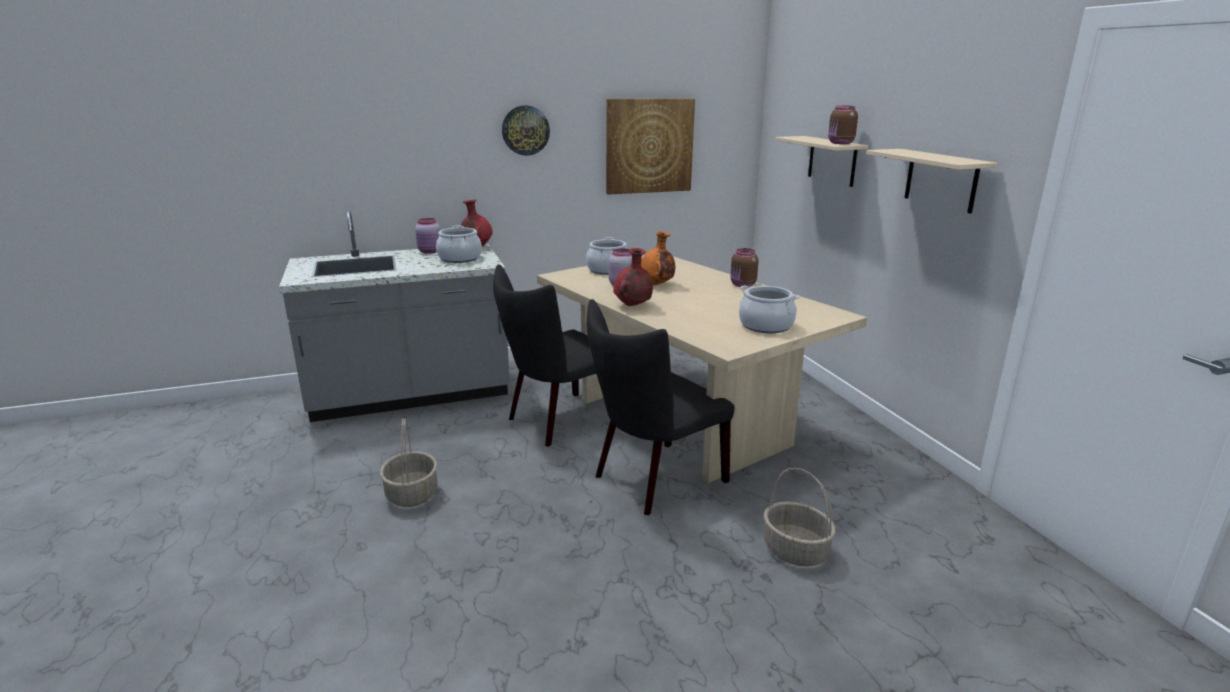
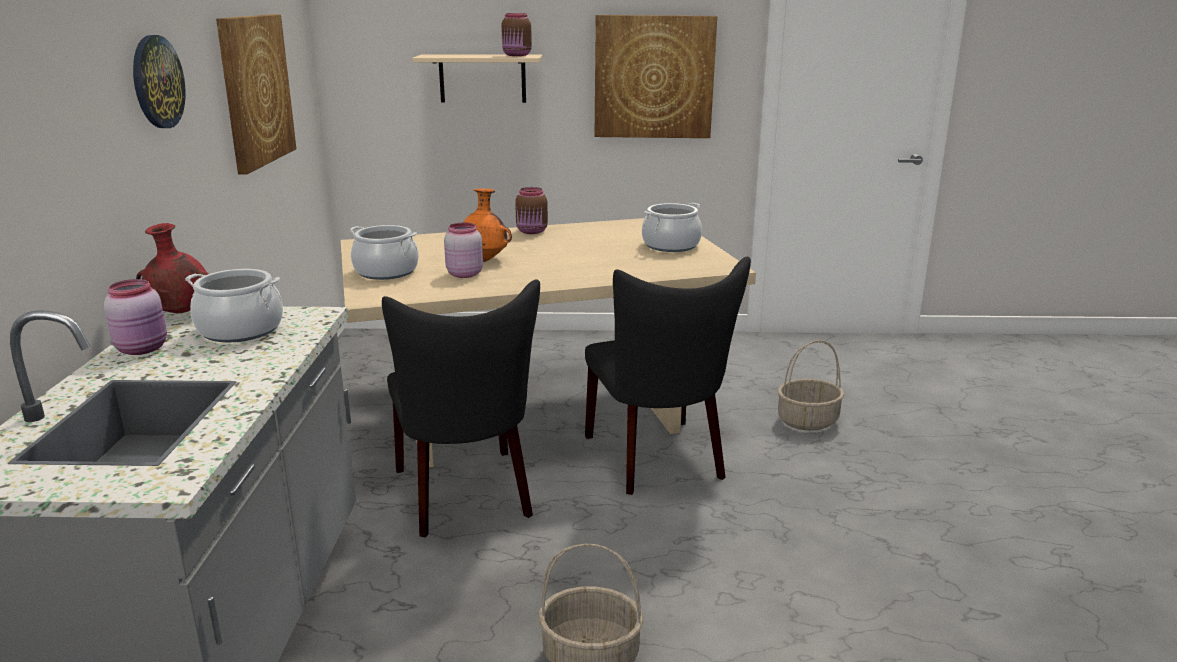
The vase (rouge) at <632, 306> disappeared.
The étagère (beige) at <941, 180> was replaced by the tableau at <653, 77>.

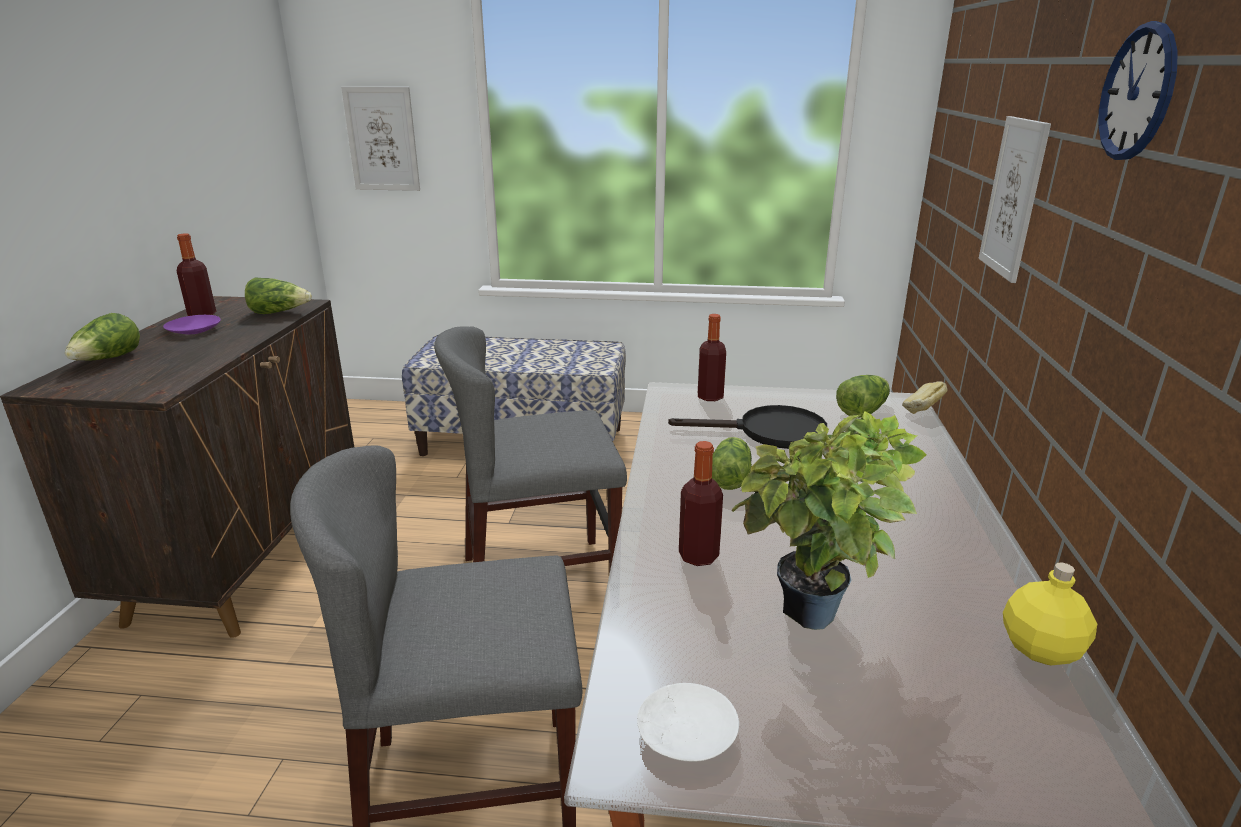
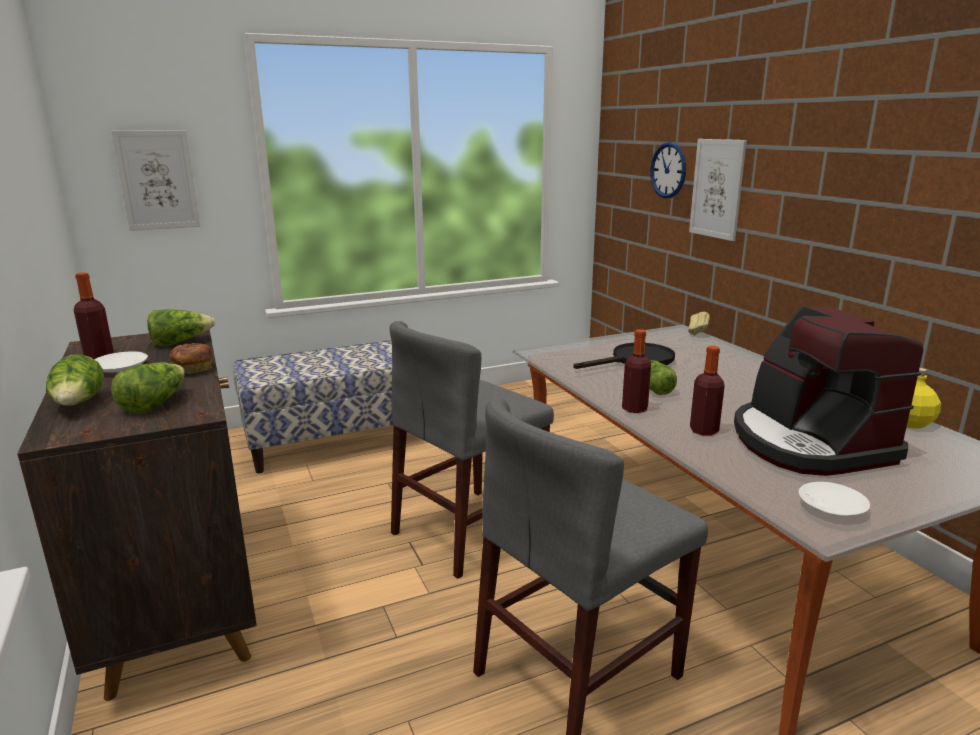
The pain at <192, 369> appeared.
The bouteille moved from <710, 397> to <634, 409>.
The laitue moved from <862, 410> to <154, 404>.
The horloge murale moved from <1137, 93> to <668, 170>.
The plante en pot at <814, 624> was replaced by the machine à café at <808, 443>.
The assiette (violet) at <194, 330> became the assiette (blanc) at <120, 368>.

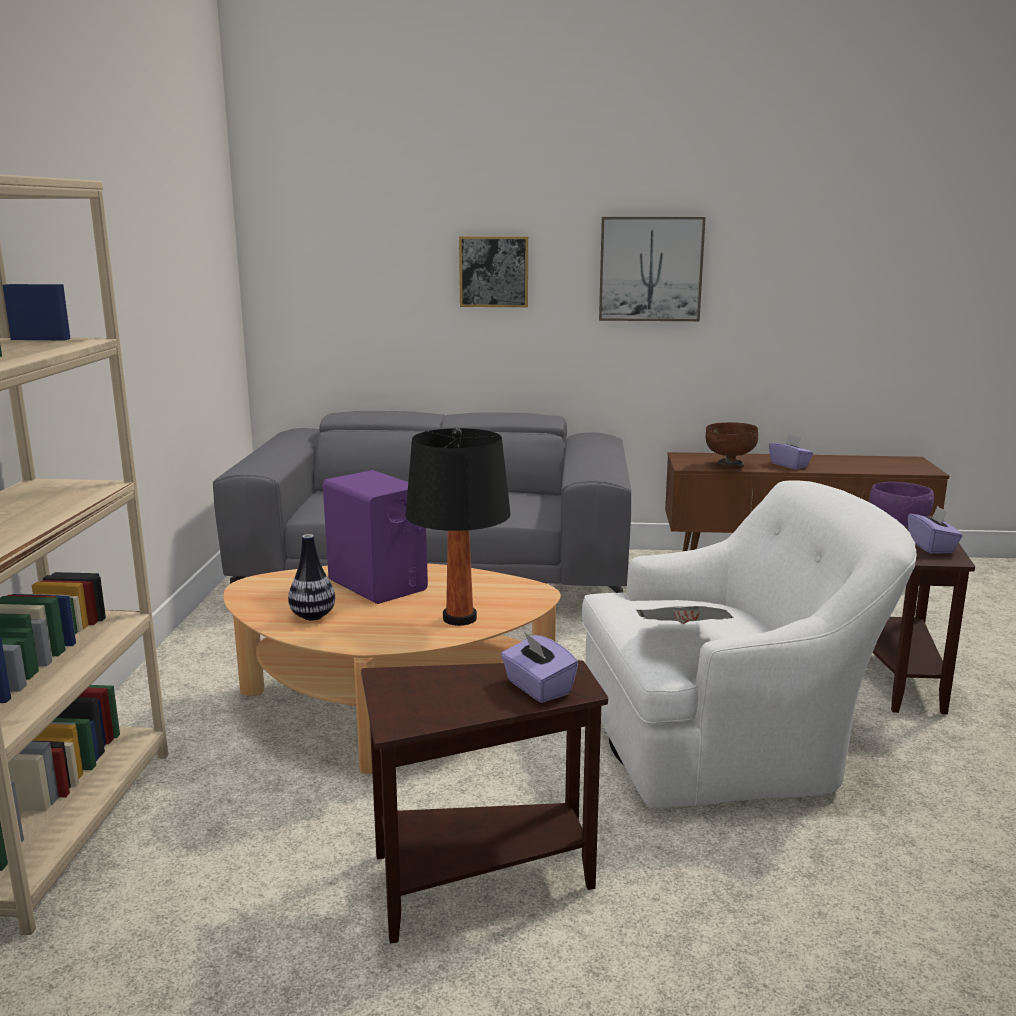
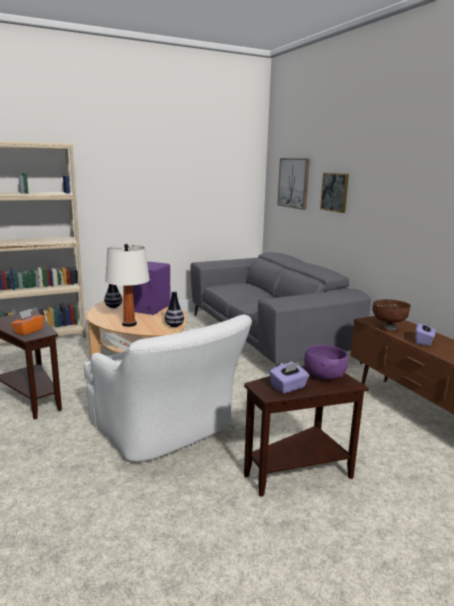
The vase at <174, 325> appeared.
The tableau moved from <650, 269> to <294, 183>.
The lampe de table (noir) at <459, 619> became the lampe de table (blanc) at <129, 324>.
The boîte à mouchoirs (violet) at <537, 688> became the boîte à mouchoirs (orange) at <28, 331>.

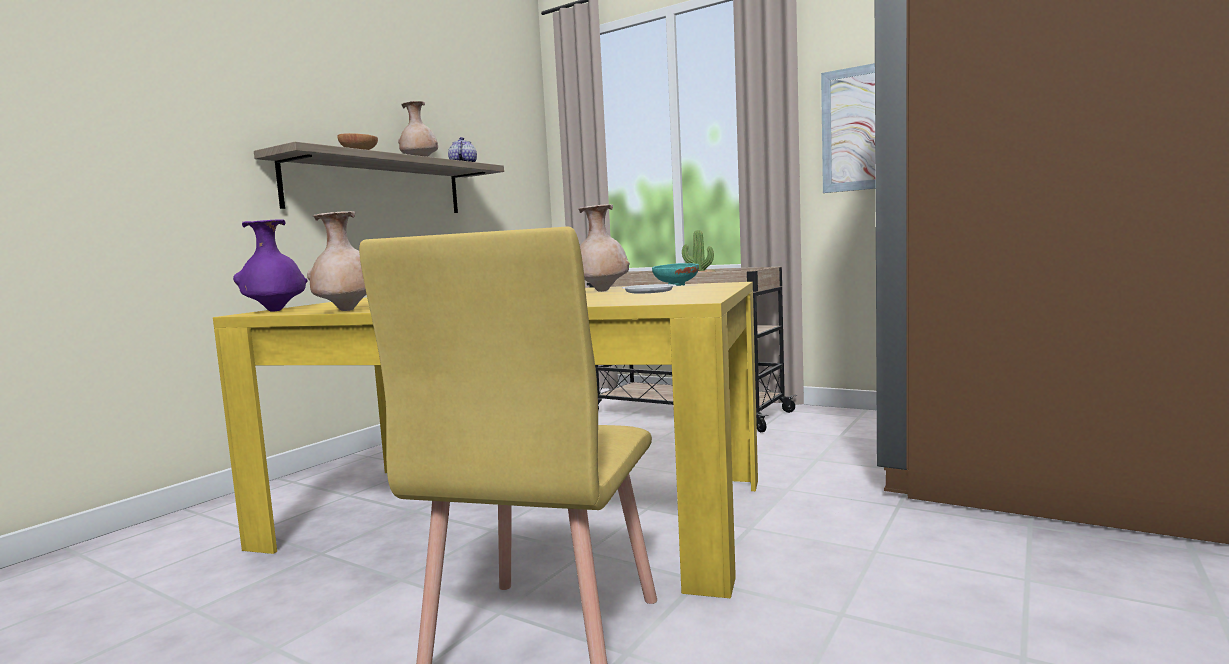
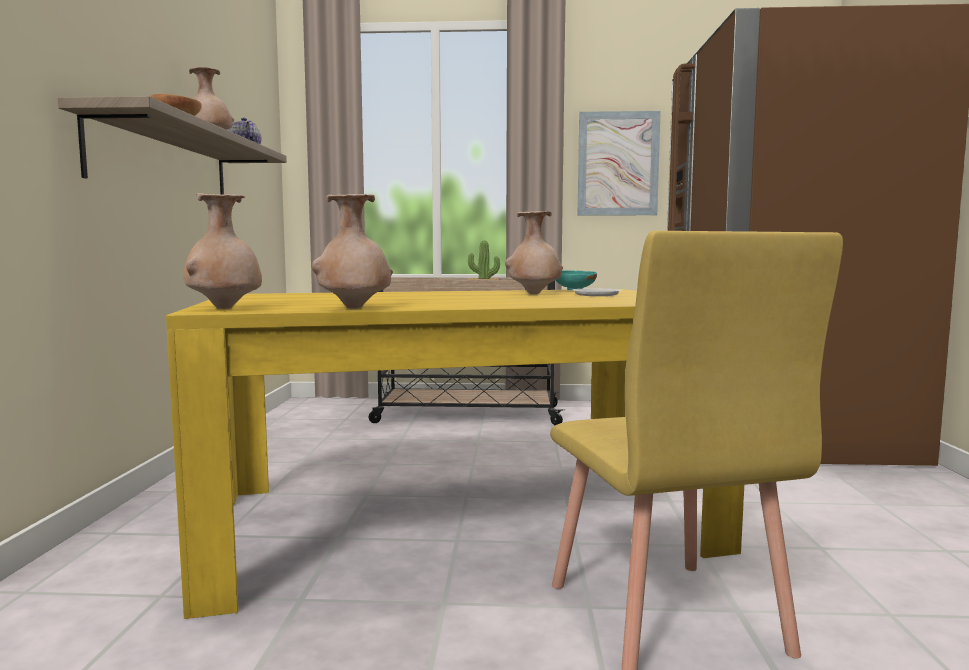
The vase (violet) at <275, 311> became the vase (beige) at <225, 308>.

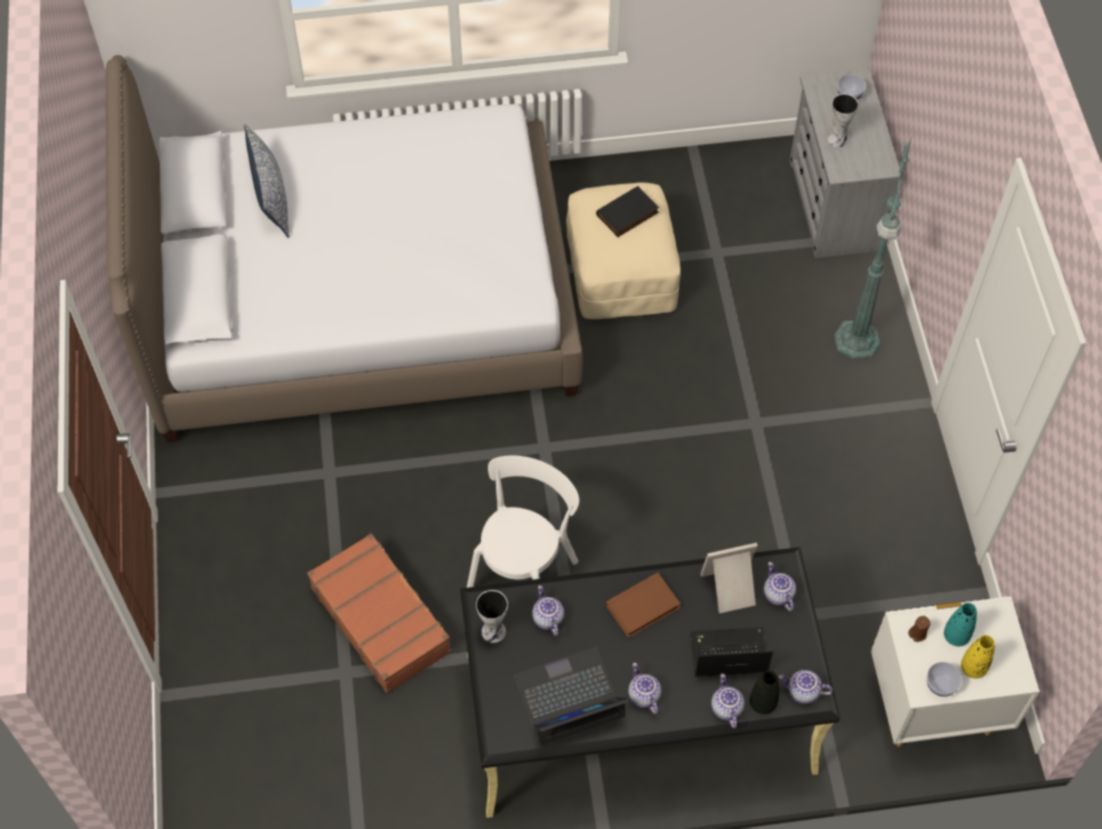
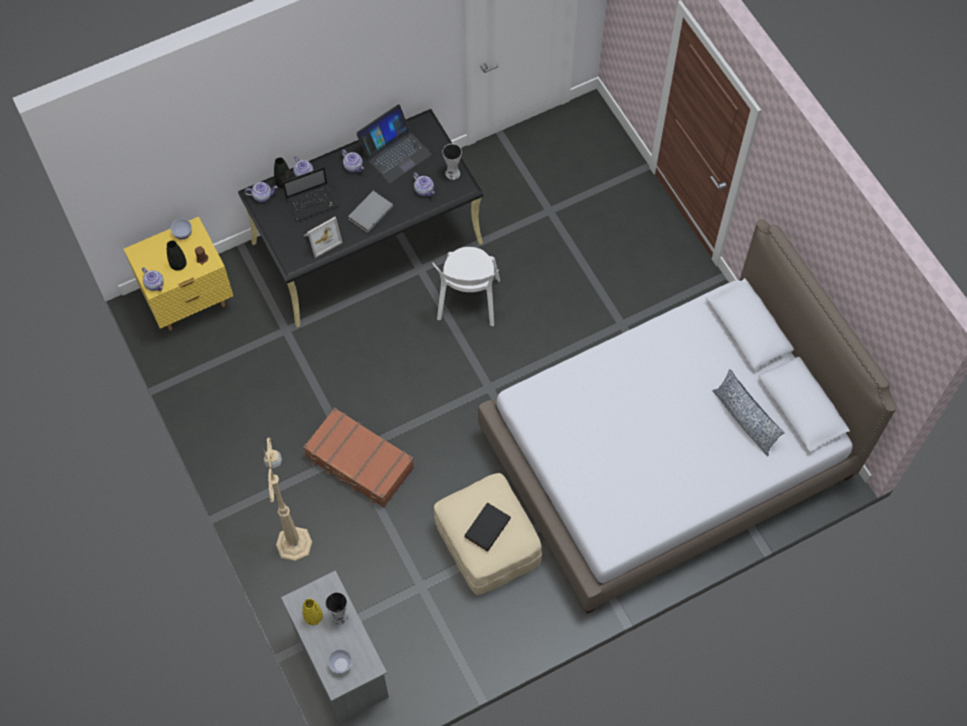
The valise (marron) moved from <381, 619> to <359, 463>.
The théière moved from <777, 594> to <155, 284>.
The vase (jaune) moved from <973, 668> to <313, 617>.
The livre (marron) at <643, 608> became the livre (gris) at <370, 212>.
The lampadaire (vert) at <856, 342> became the lampadaire (beige) at <294, 541>.
The table de chevet (blanc) at <934, 706> became the table de chevet (jaune) at <189, 301>.
The vase (turquoise) at <956, 636> became the vase (noir) at <178, 264>.

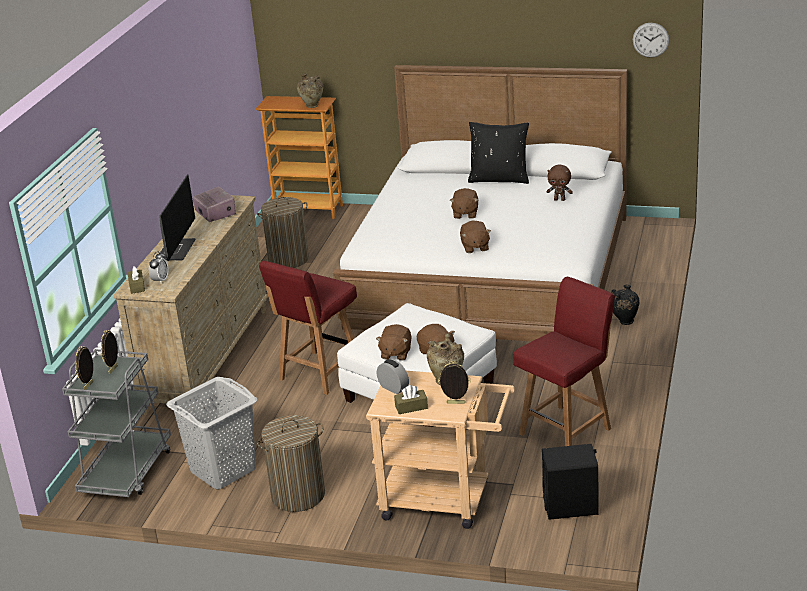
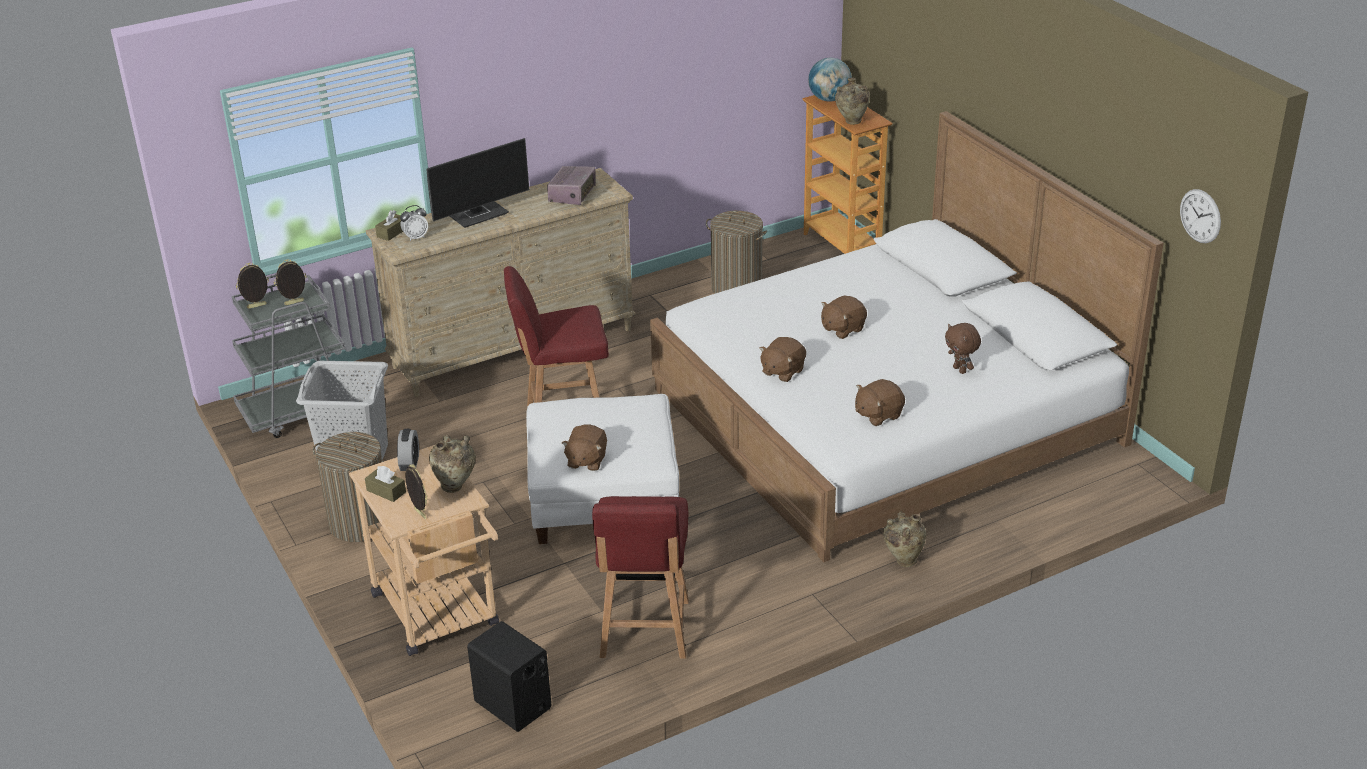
The coussin (noir) at <499, 179> disappeared.
The globe at <829, 99> appeared.
The peluche (marron) moved from <395, 353> to <878, 415>.
The vase (noir) at <624, 322> became the vase (beige) at <903, 560>.
The chaise (rouge) at <566, 430> turned 90 degrees clockwise.

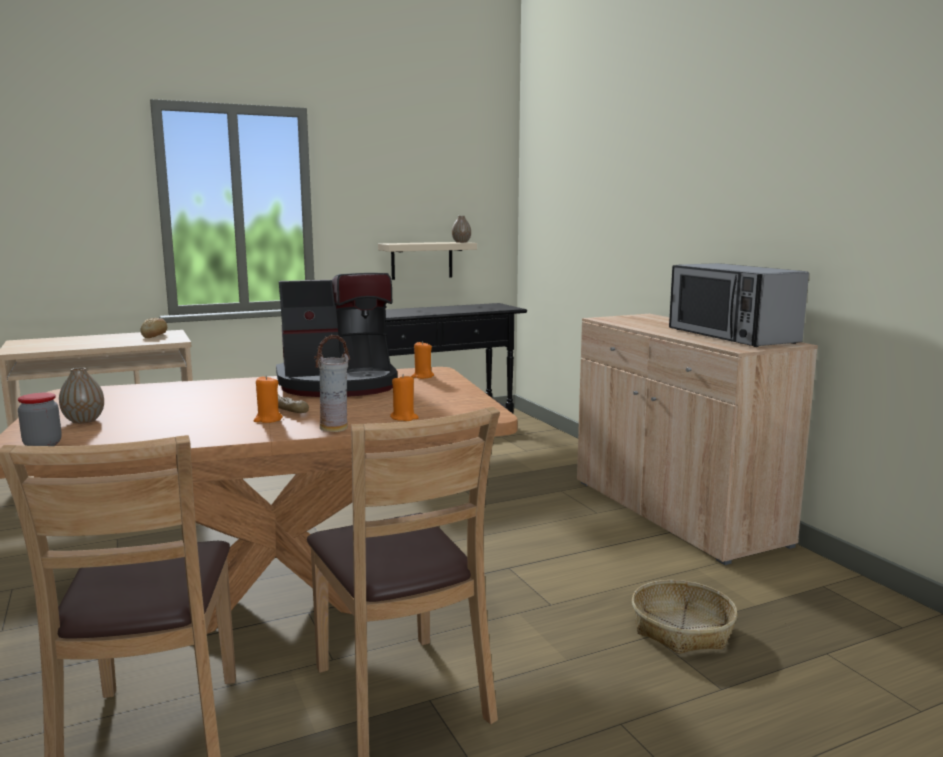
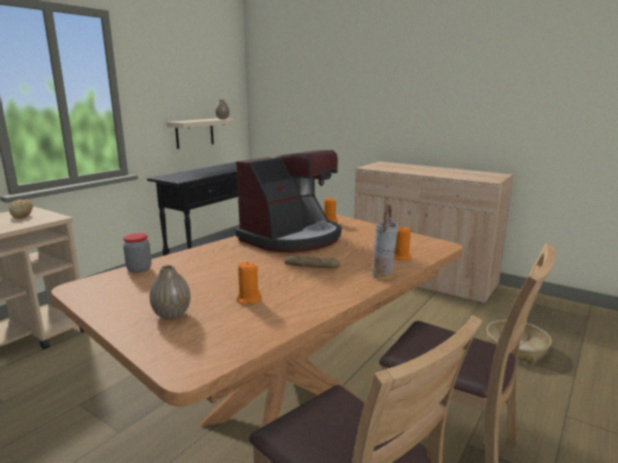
The micro-ondes at <731, 336> disappeared.
The bocal moved from <42, 445> to <139, 269>.
The bougie (orange) moved from <268, 419> to <248, 299>.

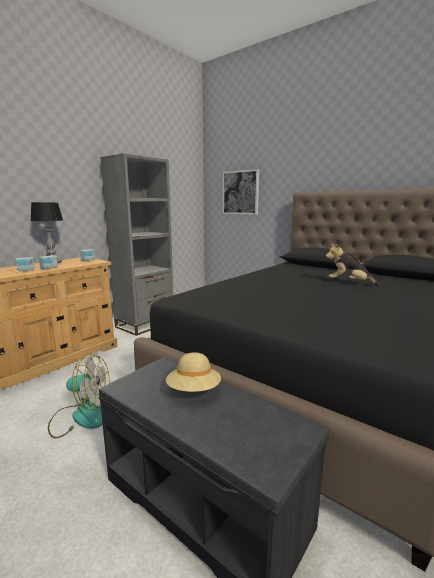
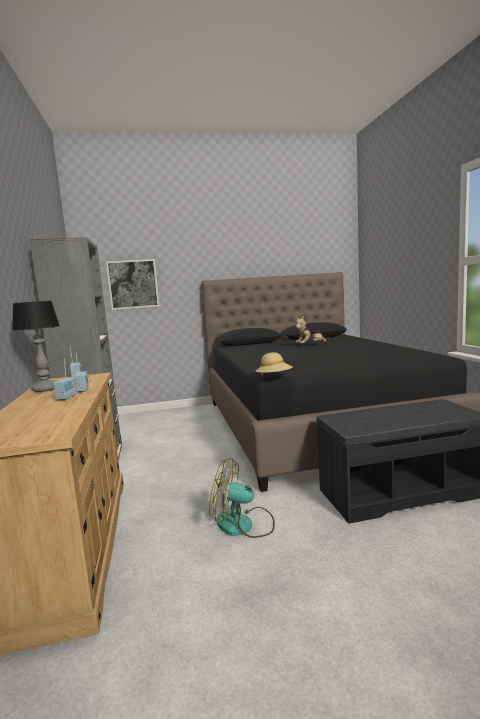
The chapeau (beige) moved from <194, 390> to <274, 378>.
The ventilateur at <80, 416> turned 120 degrees counterclockwise.

